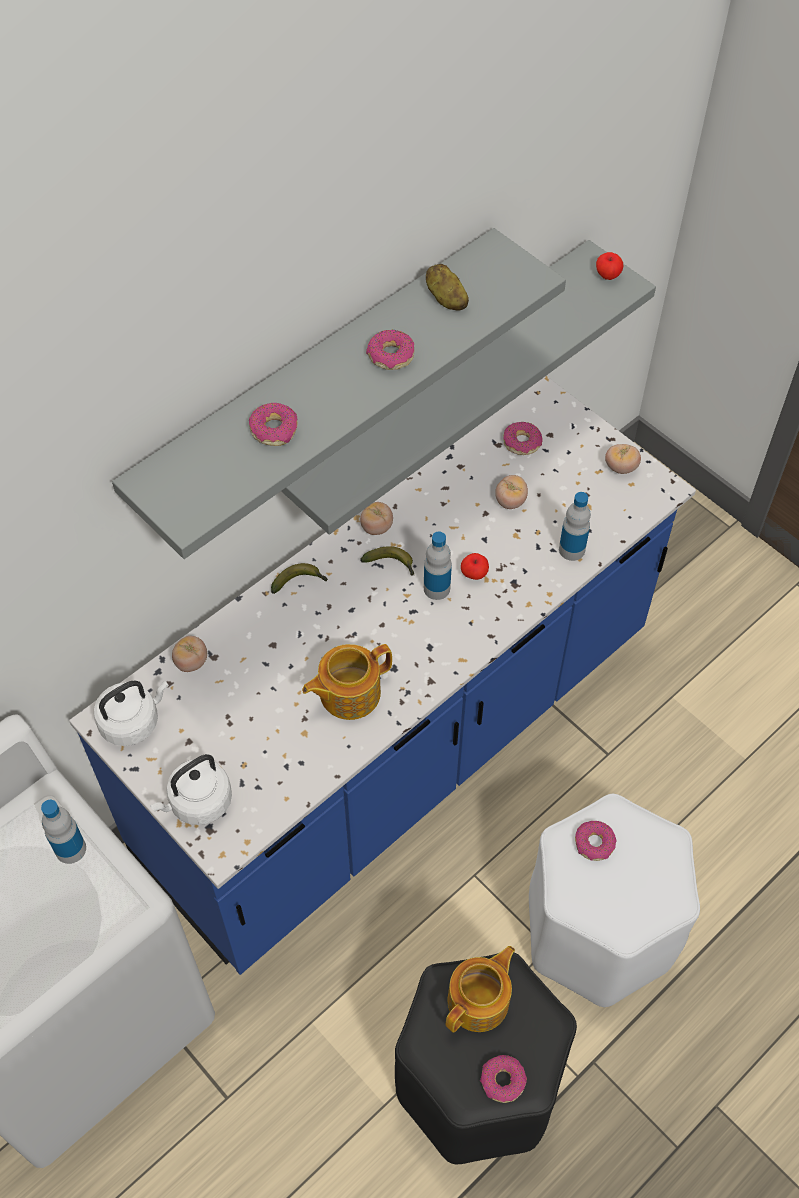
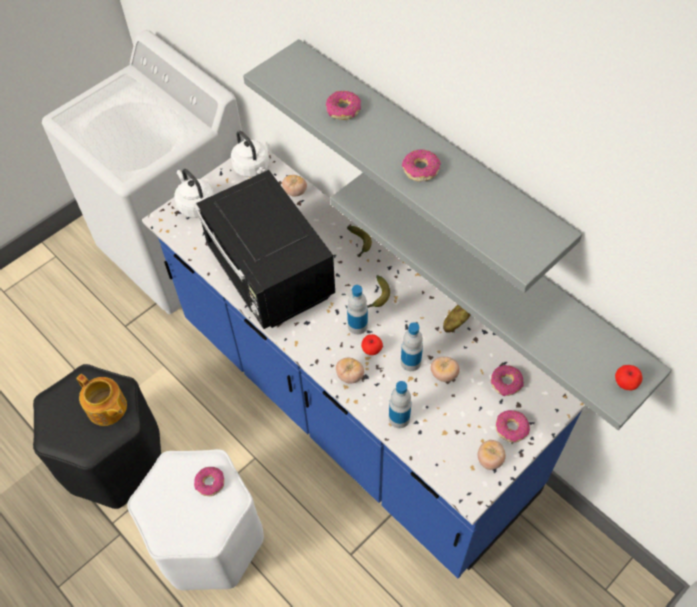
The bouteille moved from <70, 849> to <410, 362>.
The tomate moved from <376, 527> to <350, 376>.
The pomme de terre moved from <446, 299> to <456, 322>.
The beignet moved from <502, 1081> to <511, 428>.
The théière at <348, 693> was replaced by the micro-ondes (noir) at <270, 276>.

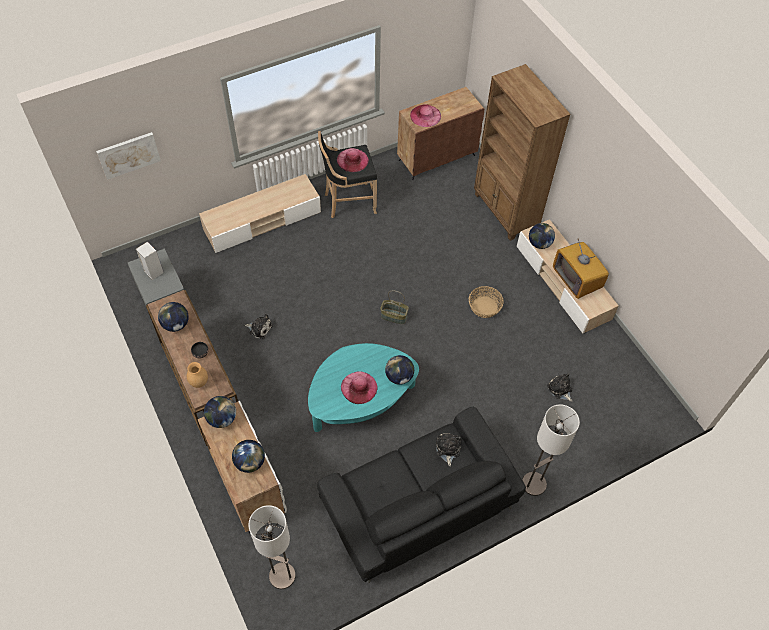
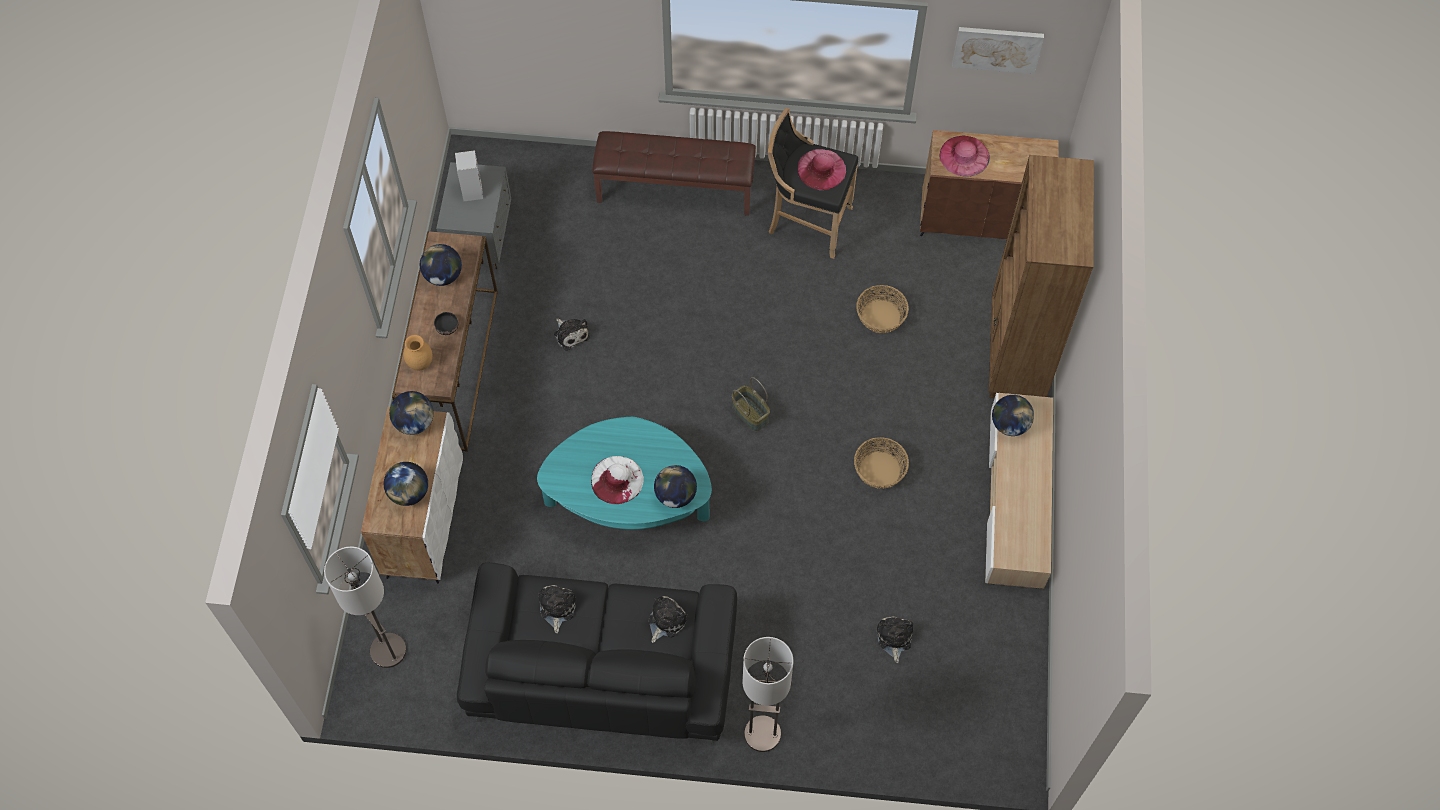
The téléviseur at <576, 279> disappeared.
The peluche at <557, 608> appeared.
The panier at <880, 316> appeared.
The tableau moved from <128, 155> to <997, 48>.
The meuble télé (beige) at <262, 221> was replaced by the banc (marron) at <675, 189>.
The chapeau (rose) at <359, 387> became the chapeau (blanc) at <617, 479>.

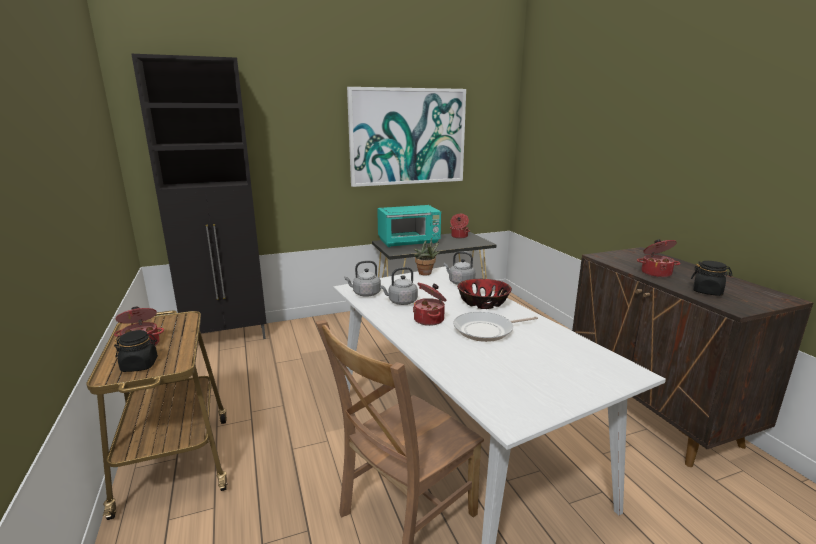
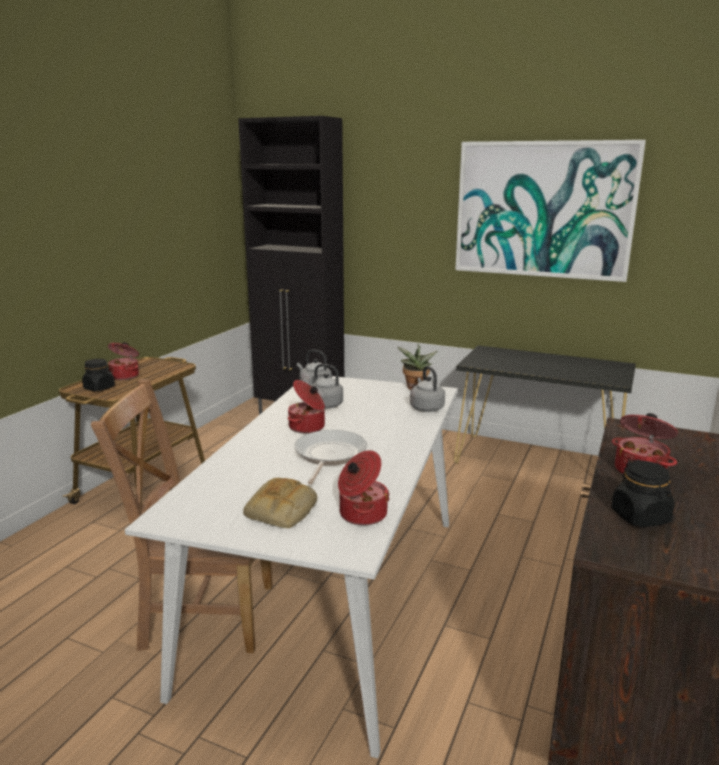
The micro-ondes (turquoise) at <409, 242> disappeared.
The bol at <482, 303> disappeared.
The pain at <282, 511> appeared.
The marmite moved from <459, 236> to <361, 514>.
The poêle at <486, 330> turned 75 degrees clockwise.

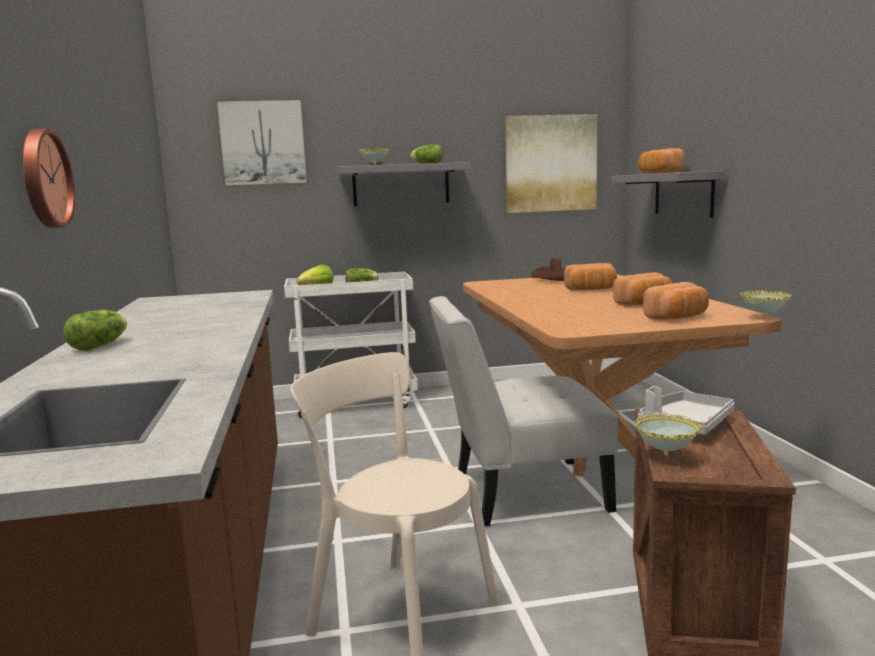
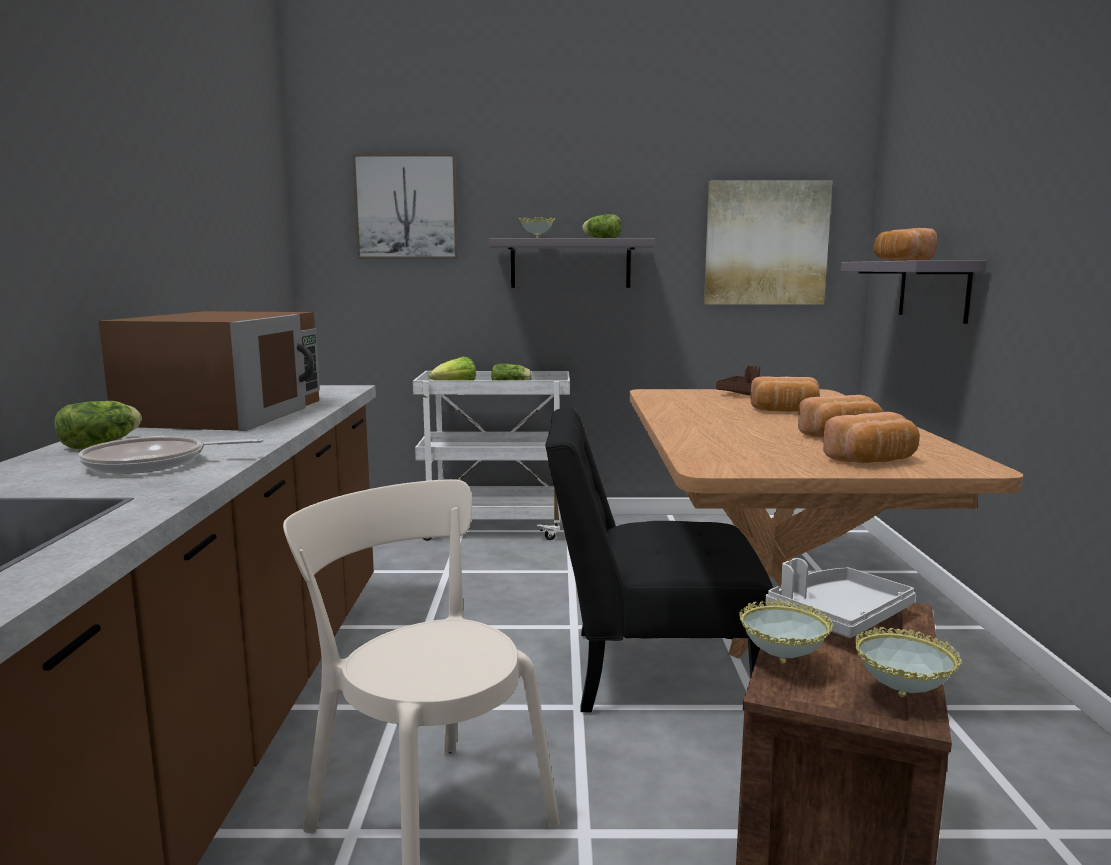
The horloge murale at <44, 179> disappeared.
The poêle at <152, 463> appeared.
The micro-ondes (marron) at <227, 412> appeared.
The bol moved from <764, 318> to <901, 697>.
The chaise (blanc) at <519, 492> became the chaise (noir) at <649, 670>.

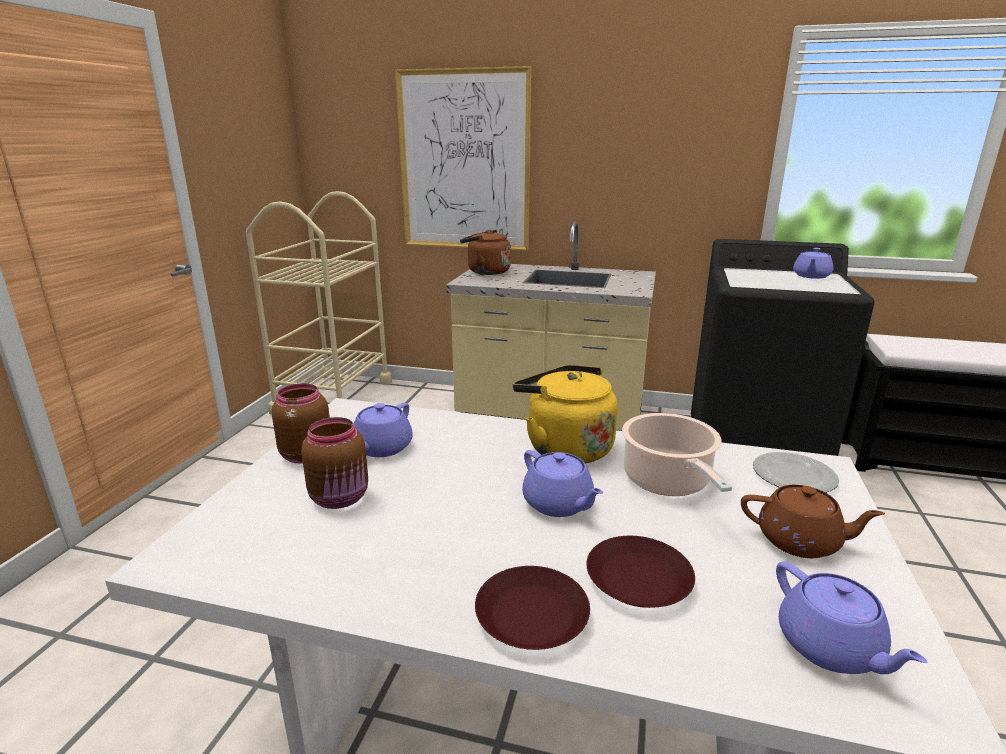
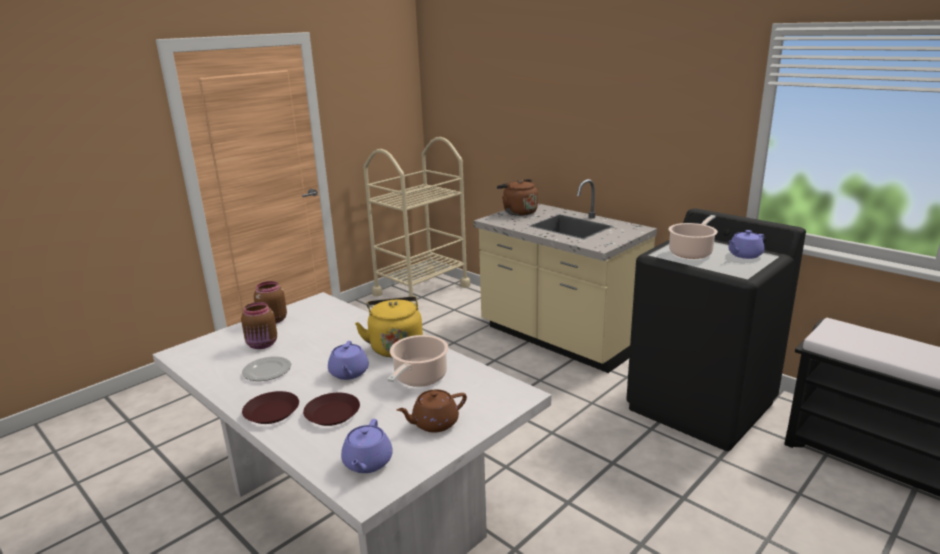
The théière (violet) at <381, 448> disappeared.
The tableau at <464, 162> disappeared.
The marmite at <691, 252> appeared.
The assiette moved from <792, 476> to <267, 371>.
The théière (marron) at <800, 541> turned 105 degrees clockwise.

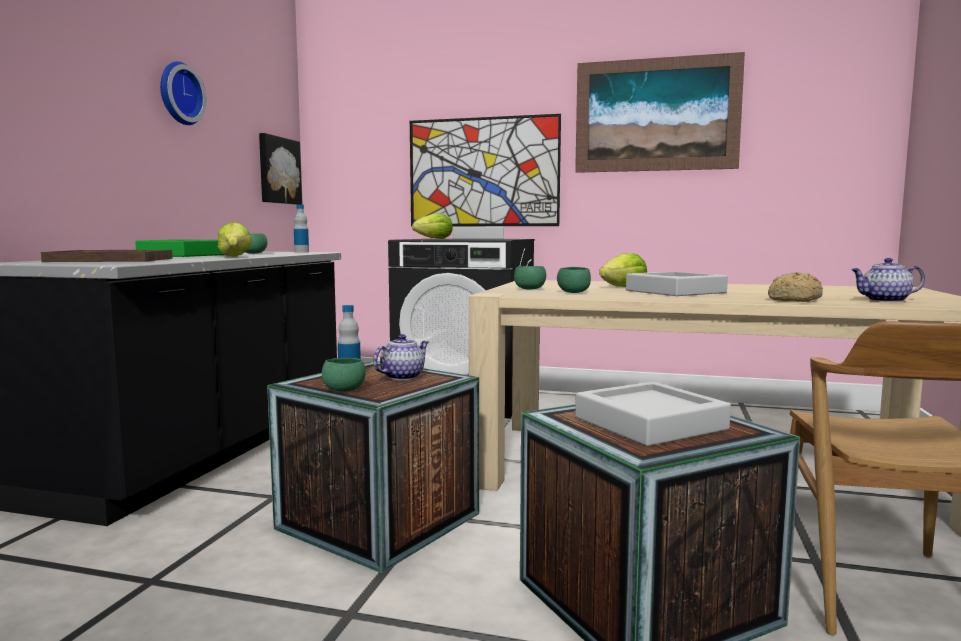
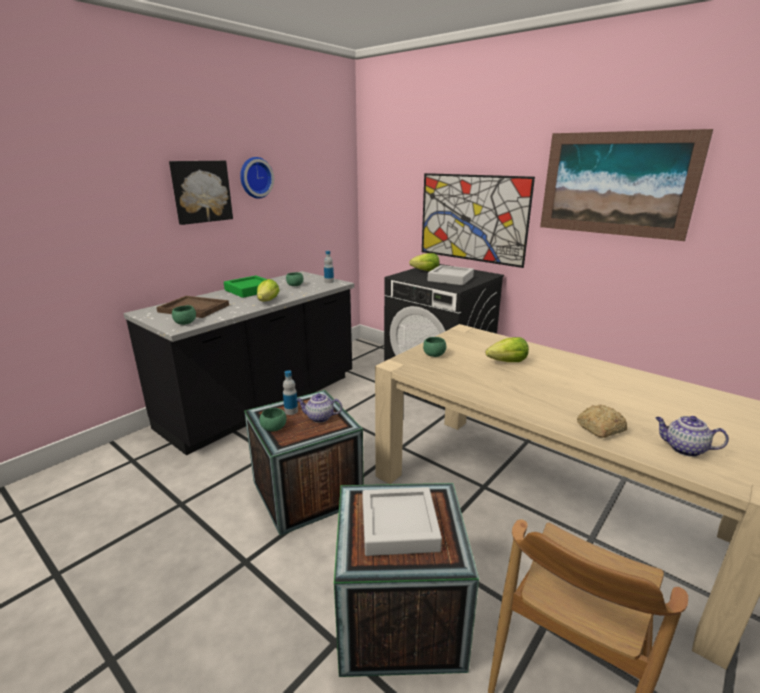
The plateau (gris) at <675, 291> disappeared.
The tableau moved from <278, 170> to <201, 191>.
The bol (vert) moved from <573, 292> to <185, 323>.
The théière at <402, 377> turned 150 degrees counterclockwise.

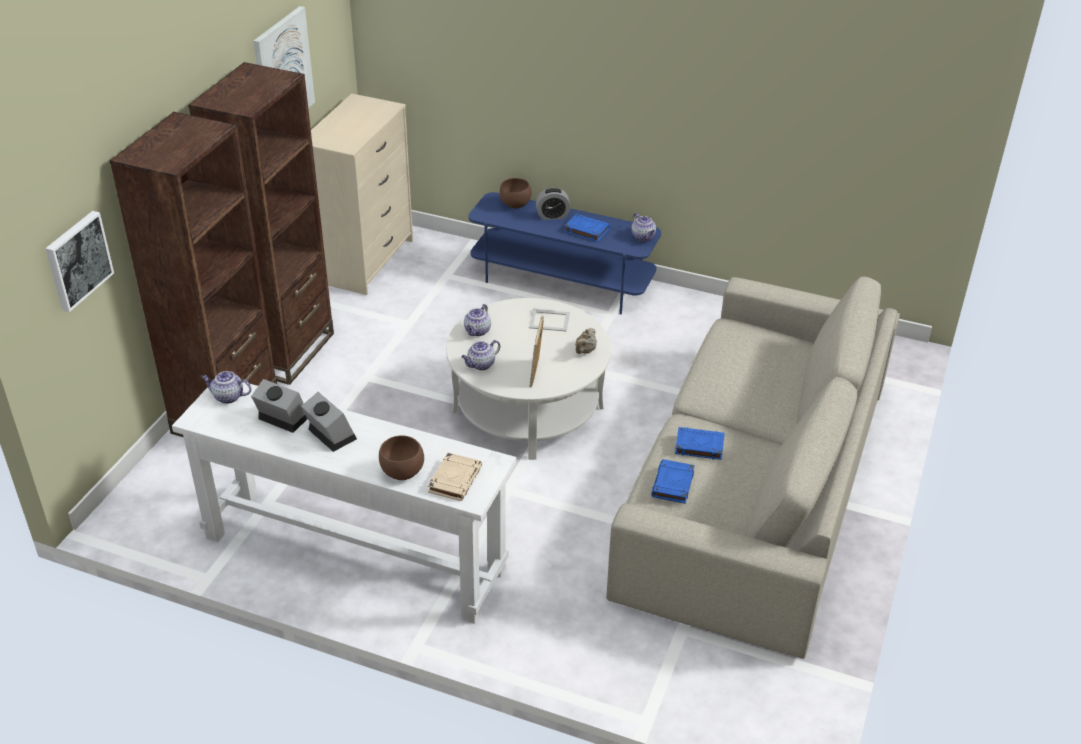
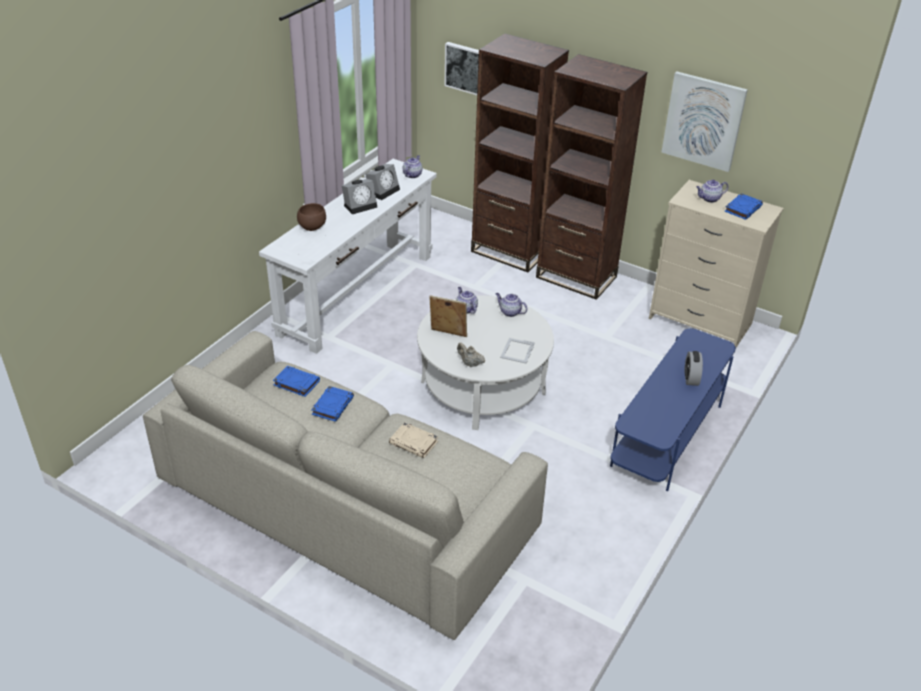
The bol (marron) at <515, 205> disappeared.
The livre (beige) moved from <455, 479> to <414, 443>.
The livre (bleu) moved from <586, 230> to <743, 209>.
The théière moved from <643, 237> to <709, 199>.

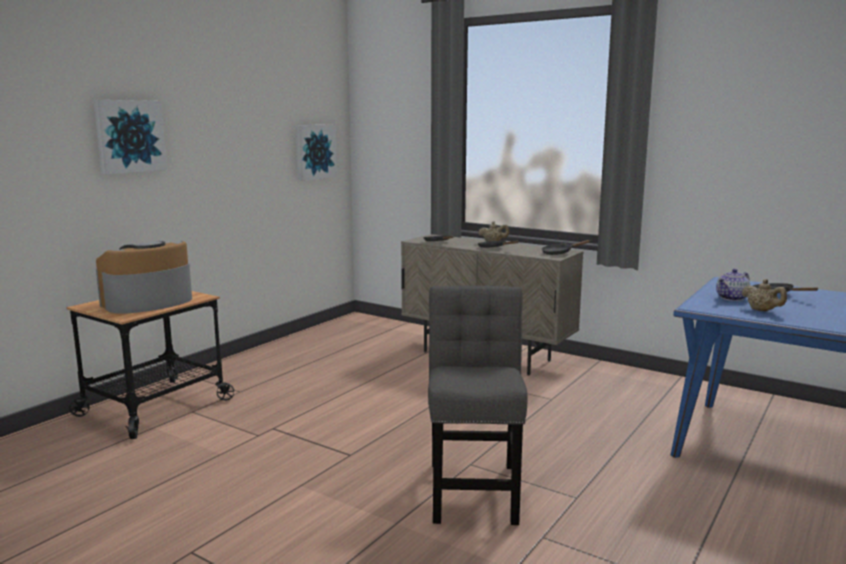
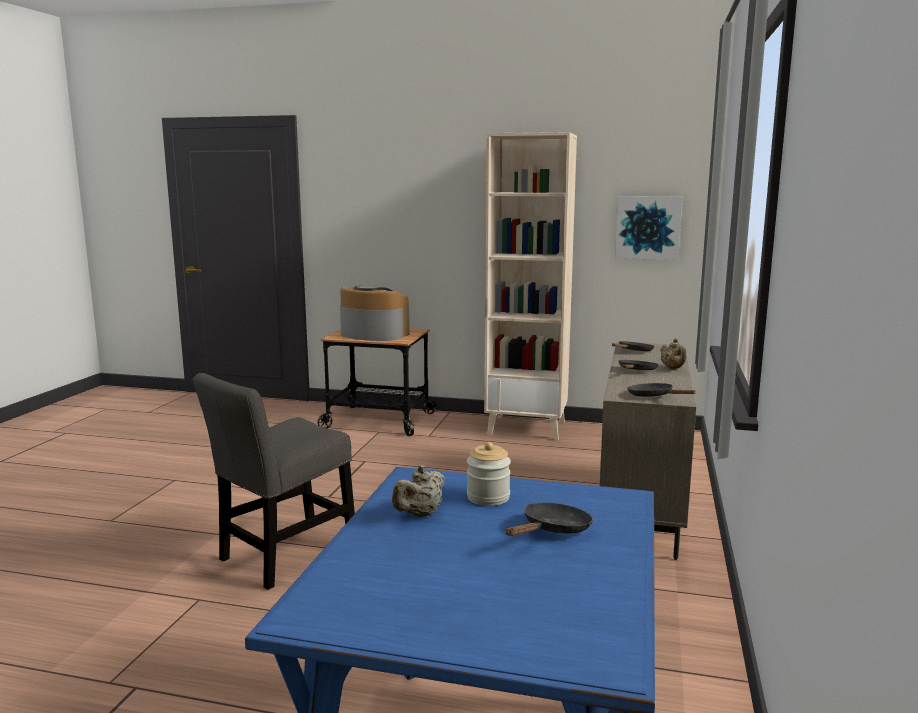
The tableau at <130, 136> disappeared.
The bibliothèque (beige) at <527, 428> appeared.
The théière at <732, 298> was replaced by the bocal at <488, 497>.
The chaise (gris) at <474, 488> turned 150 degrees clockwise.

